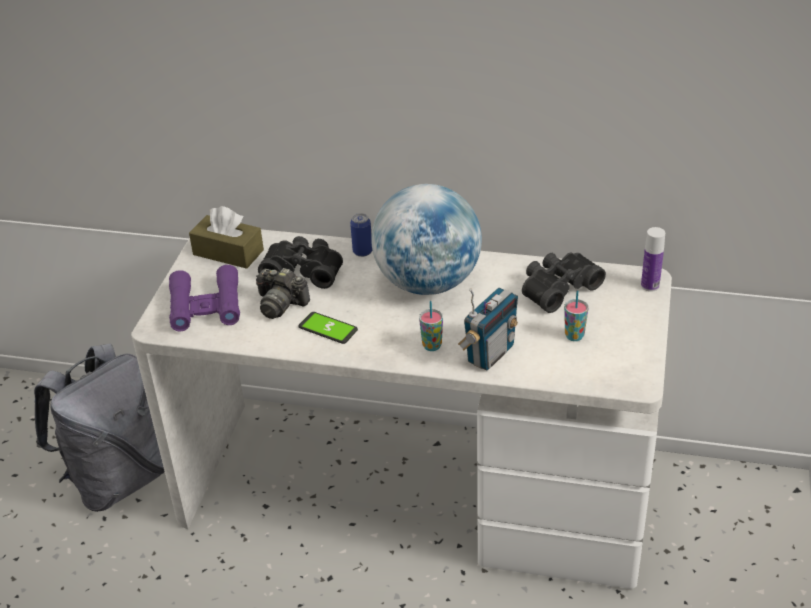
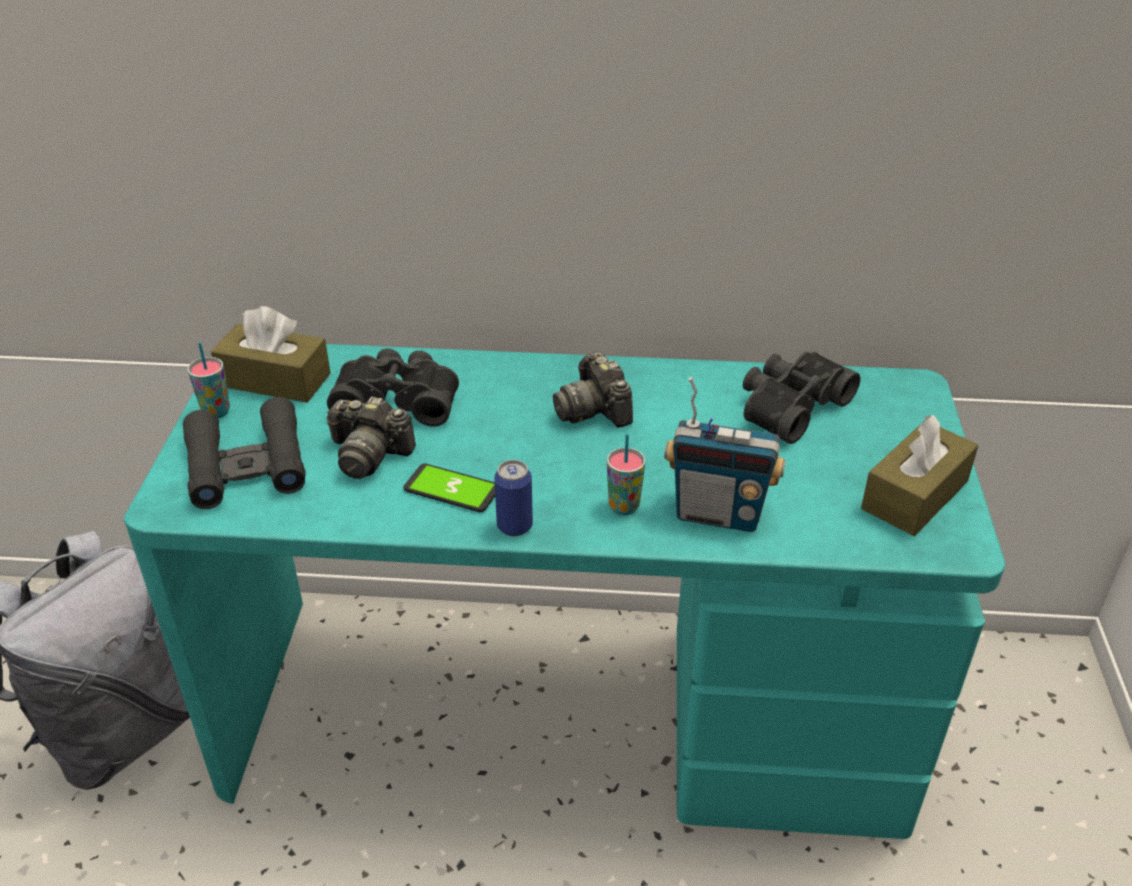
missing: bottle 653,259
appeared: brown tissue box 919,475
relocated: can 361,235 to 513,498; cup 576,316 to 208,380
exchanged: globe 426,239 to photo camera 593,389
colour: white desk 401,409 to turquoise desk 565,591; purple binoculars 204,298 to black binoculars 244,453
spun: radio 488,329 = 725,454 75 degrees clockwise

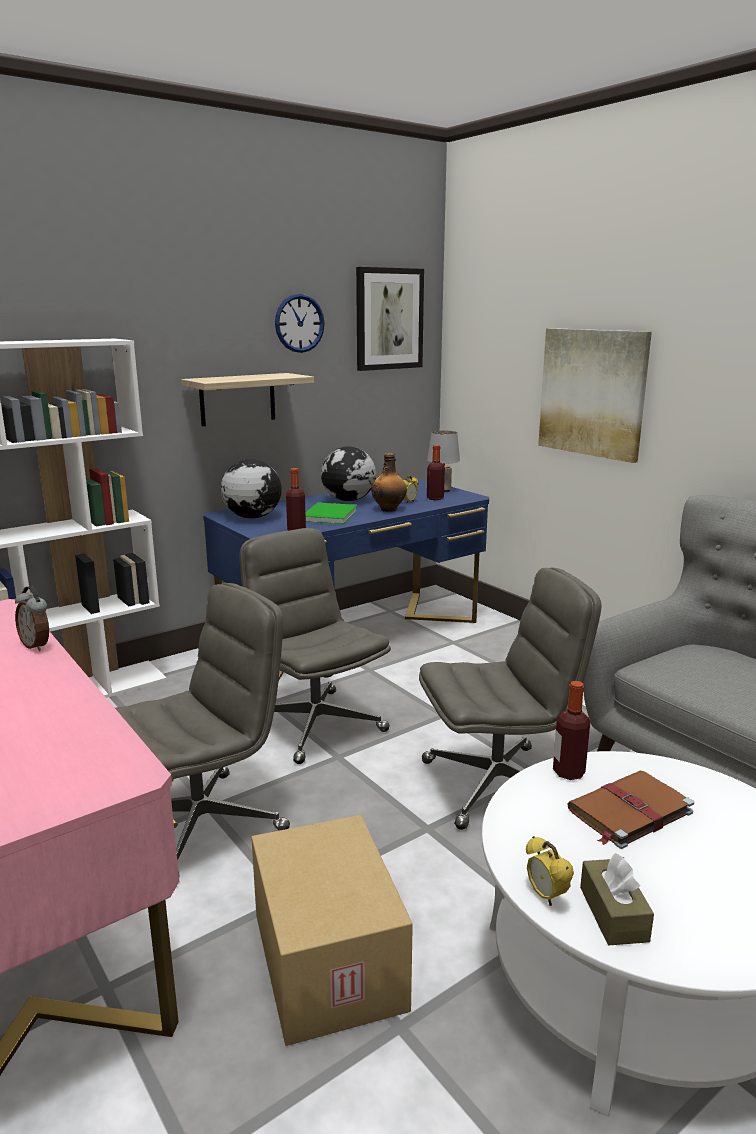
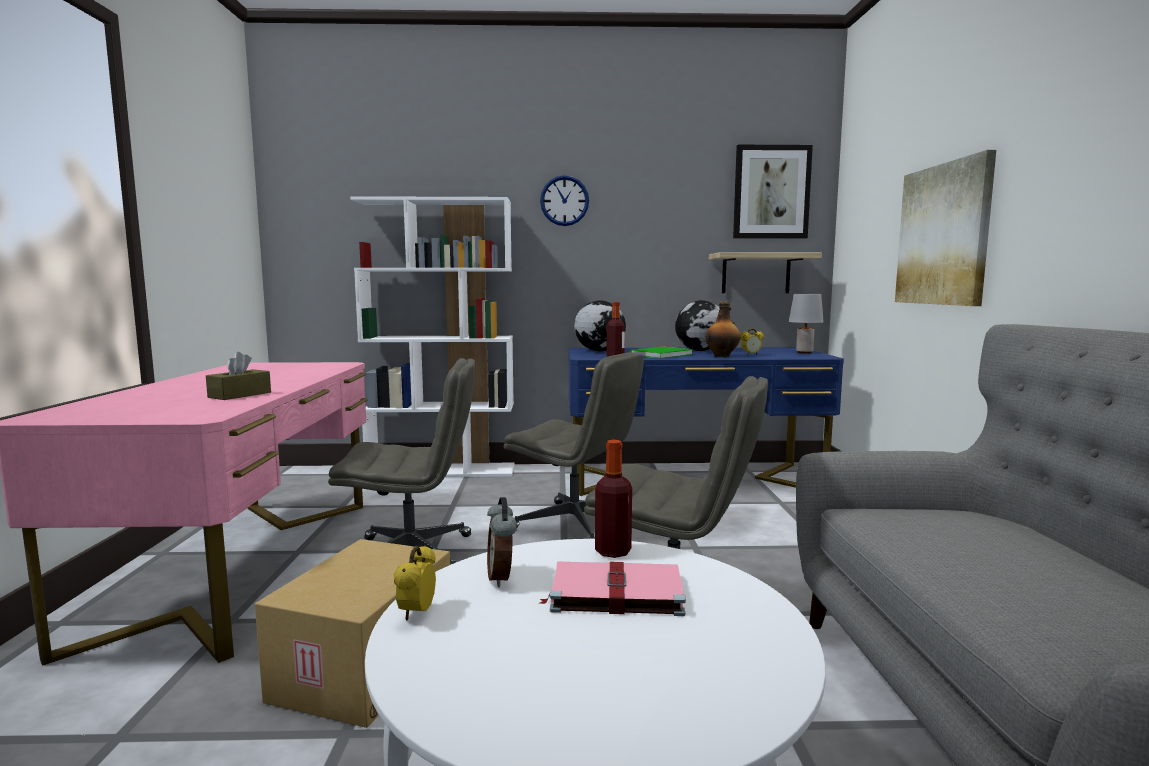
missing: bottle 436,472
relocated: alarm clock 32,618 to 502,542; shelf 247,399 to 765,272; wall clock 300,323 to 564,200; brown tissue box 617,899 to 238,376
colour: brown book 631,810 to pink book 612,588
spun: grey office chair 315,646 = 574,445 120 degrees clockwise

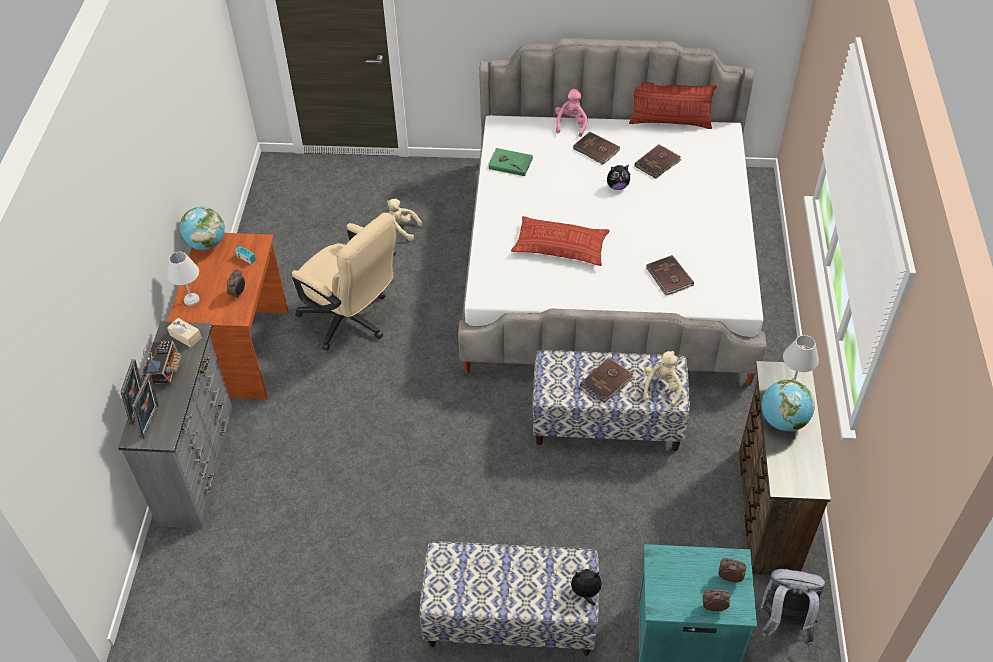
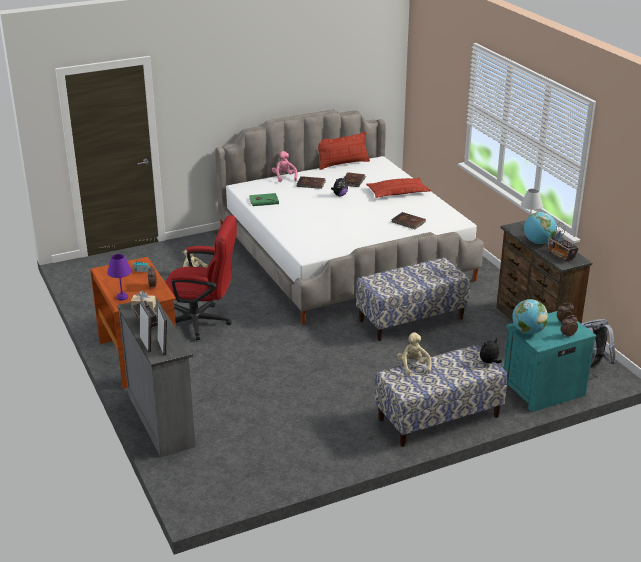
missing: brown book 607,380
appeared: radio 563,241
relocated: globe 202,228 to 530,316; pillow 560,241 to 398,188; beige plush toy 662,379 to 414,354
colour: white table lamp 183,279 to purple table lamp 119,277; beige office chair 344,282 to red office chair 201,277

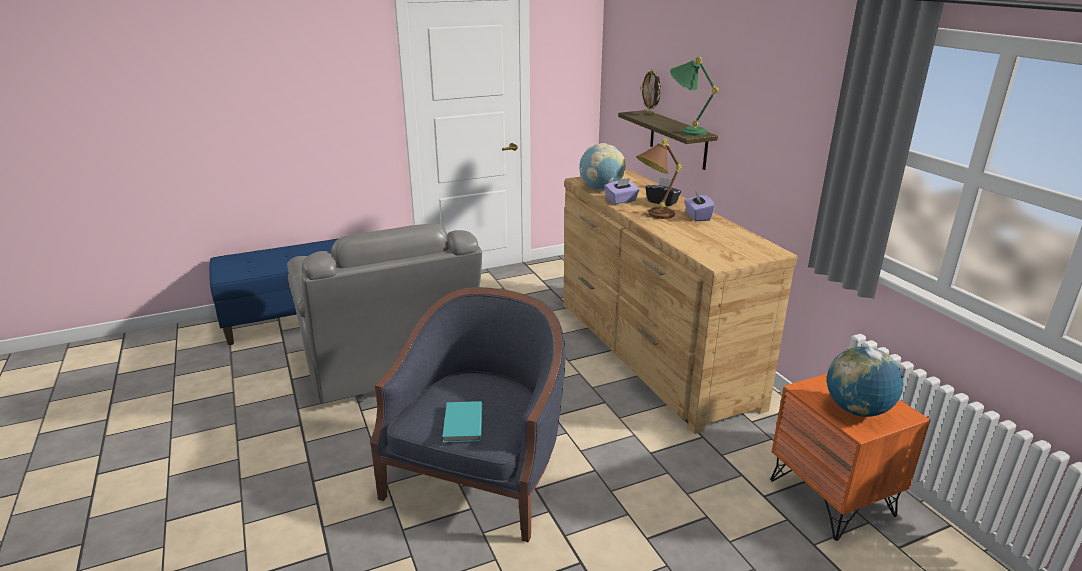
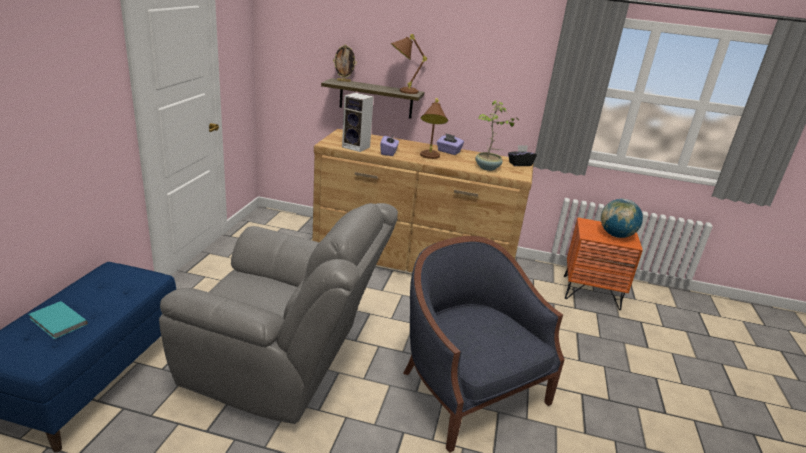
appeared: potted plant 497,135
relocated: turquoise book 463,421 to 58,320; black tissue box 663,191 to 522,155
exchanged: globe 602,167 to speaker 358,122
colour: green table lamp 694,96 to brown table lamp 409,64

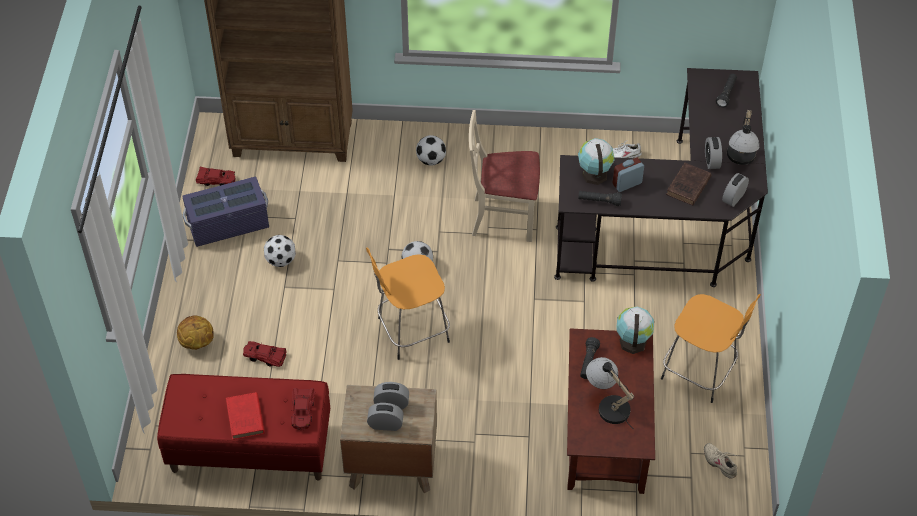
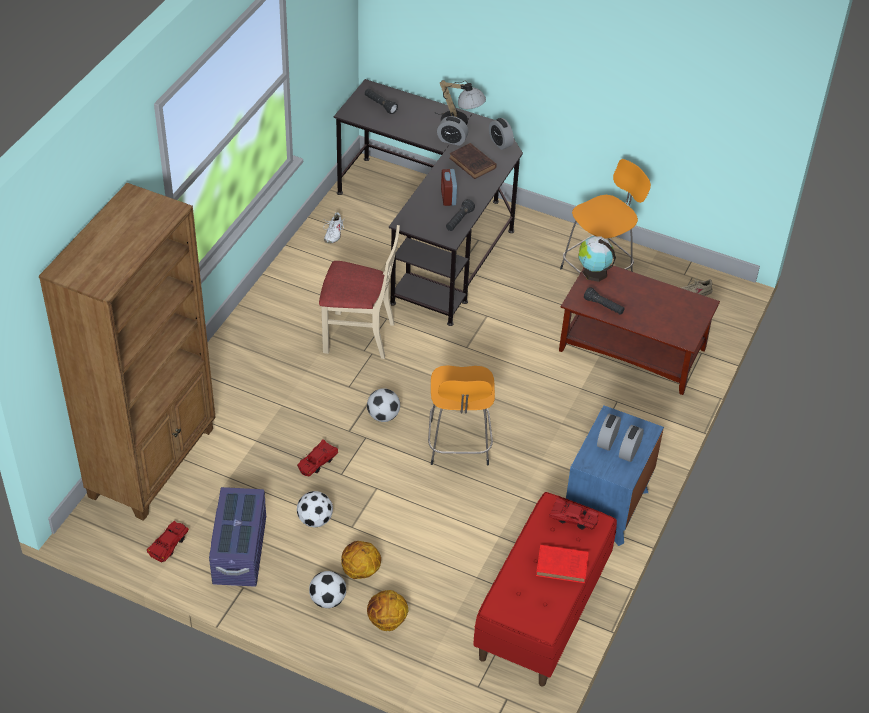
missing: globe 596,161; table lamp 610,393
appeared: basketball 361,560
relocated: red toy car 265,354 to 317,458; football 431,150 to 327,589
colour: brown nightstand 388,439 to blue nightstand 615,475
spun: beige chair 504,176 = 359,292 105 degrees counterclockwise

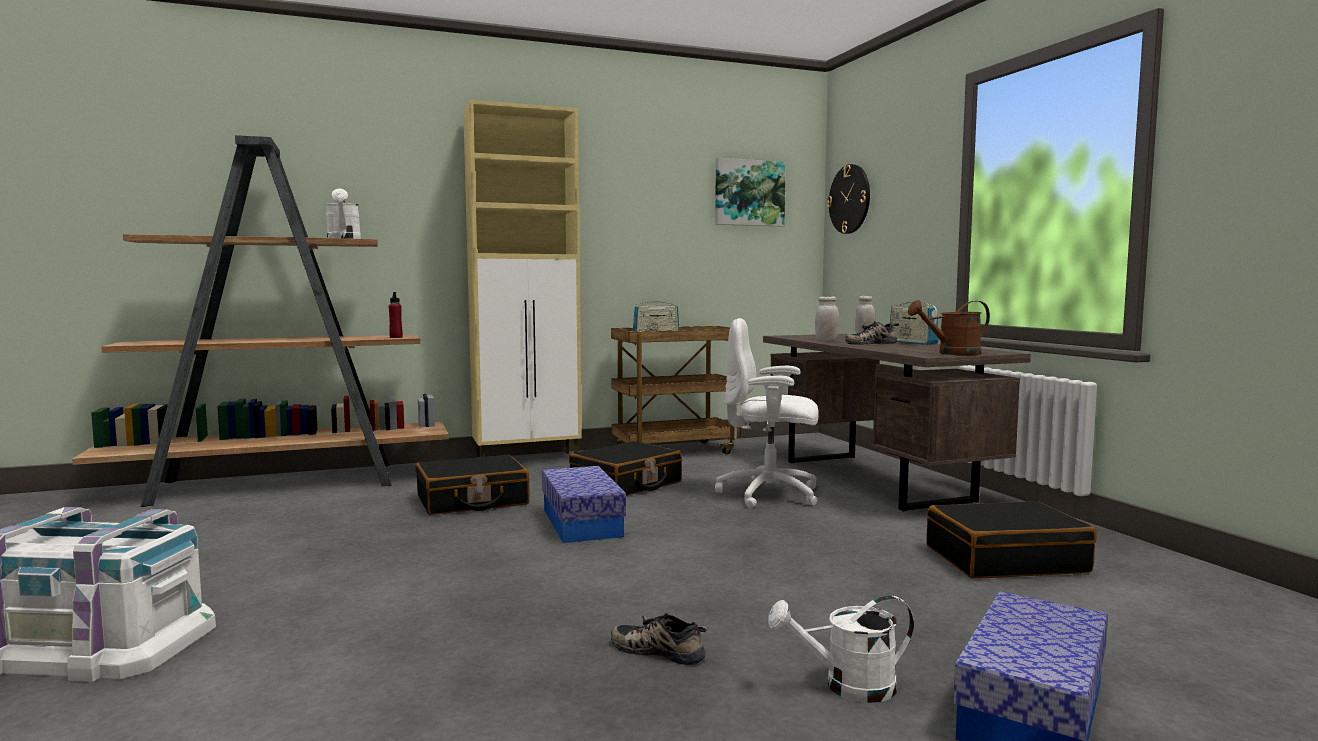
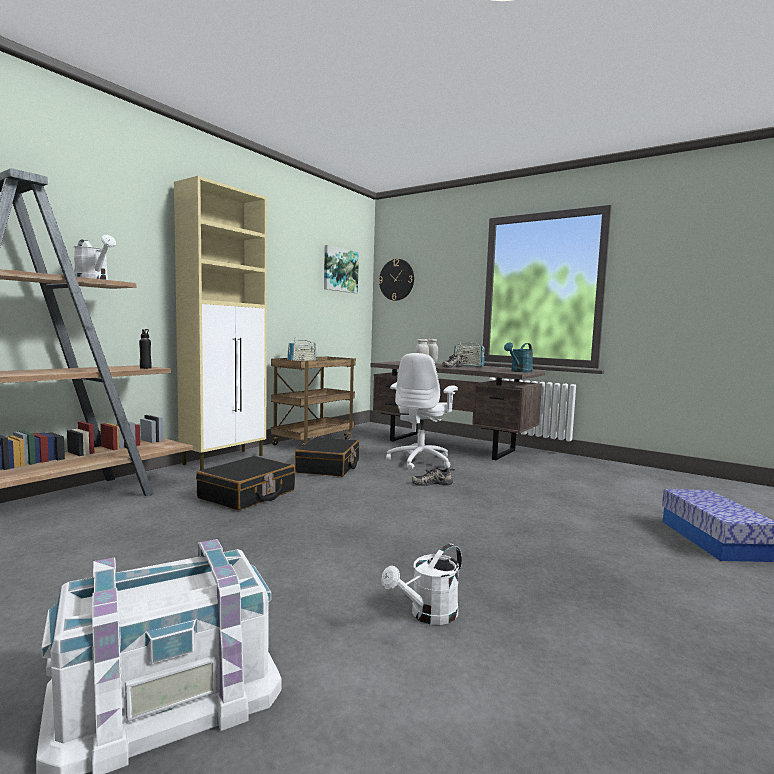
missing: storage box 584,504; black suitcase 1011,540
relocated: shoe 659,639 to 433,476; white watering can 841,649 to 421,584
colour: red bottle 396,315 to black bottle 145,349; brown watering can 949,327 to turquoise watering can 518,357
spun: white office chair 767,413 = 422,411 45 degrees counterclockwise

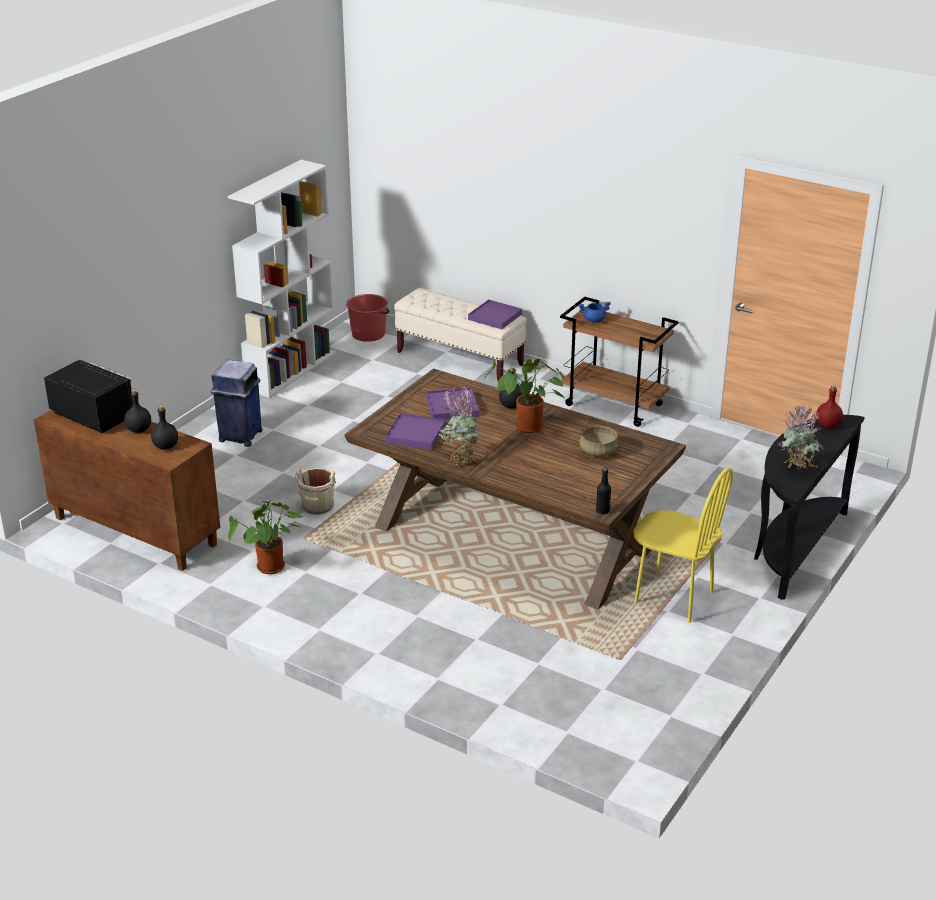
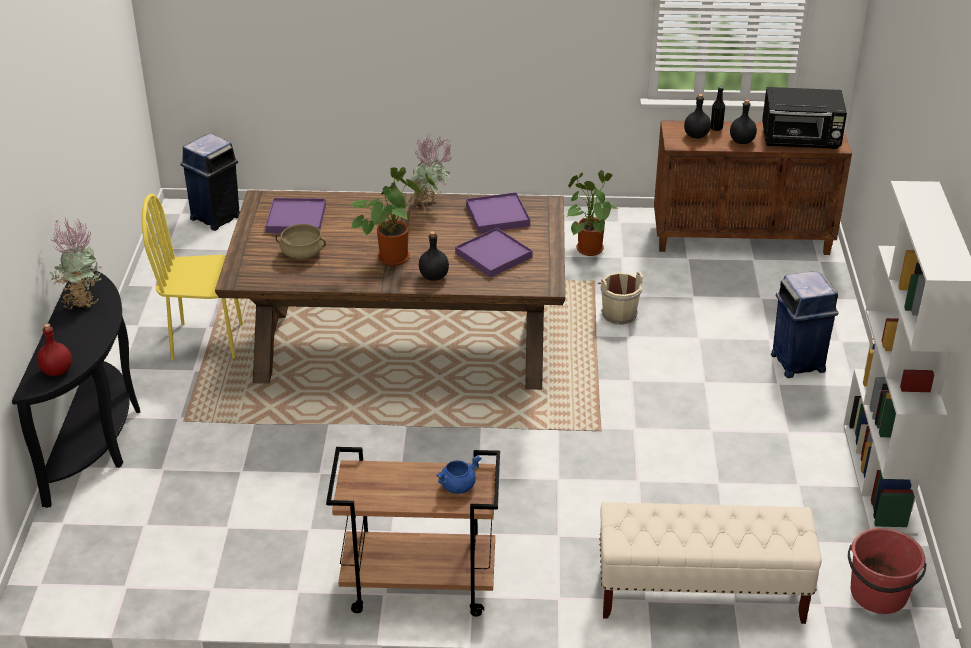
appeared: blue trash can 210,182
relocated: purple tray 495,314 to 295,215; black bottle 603,491 to 717,108

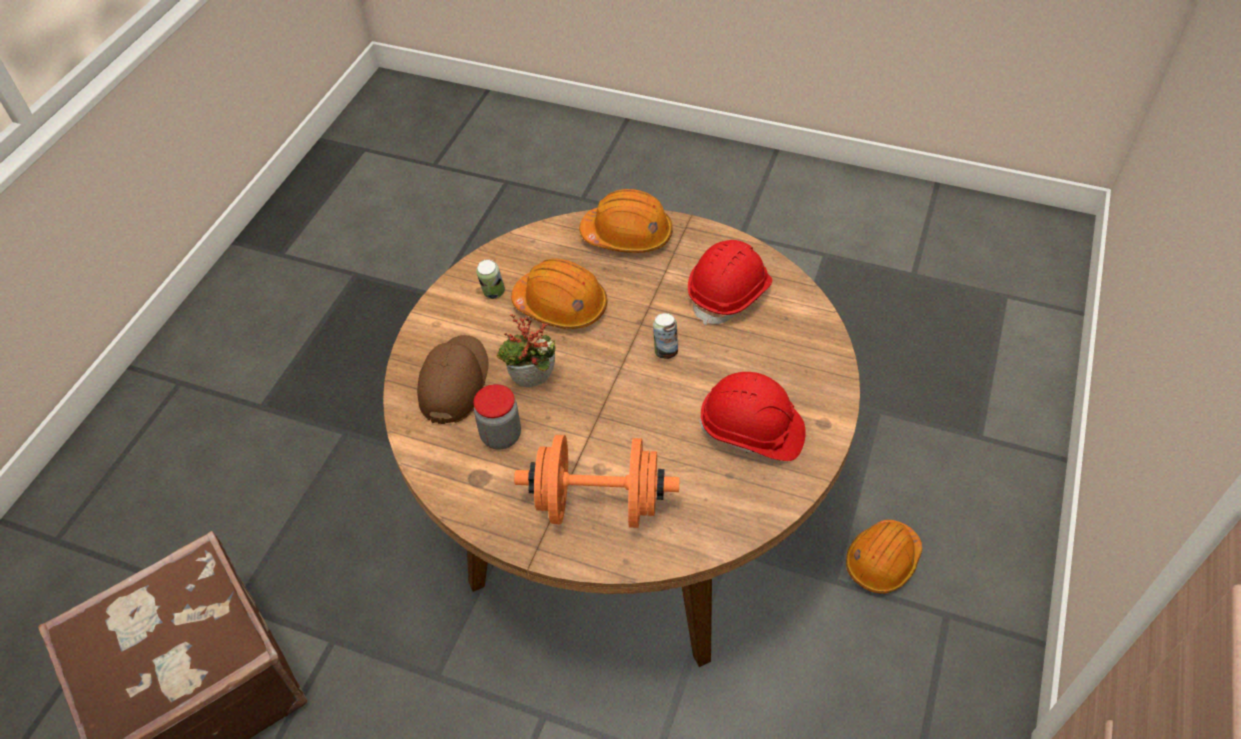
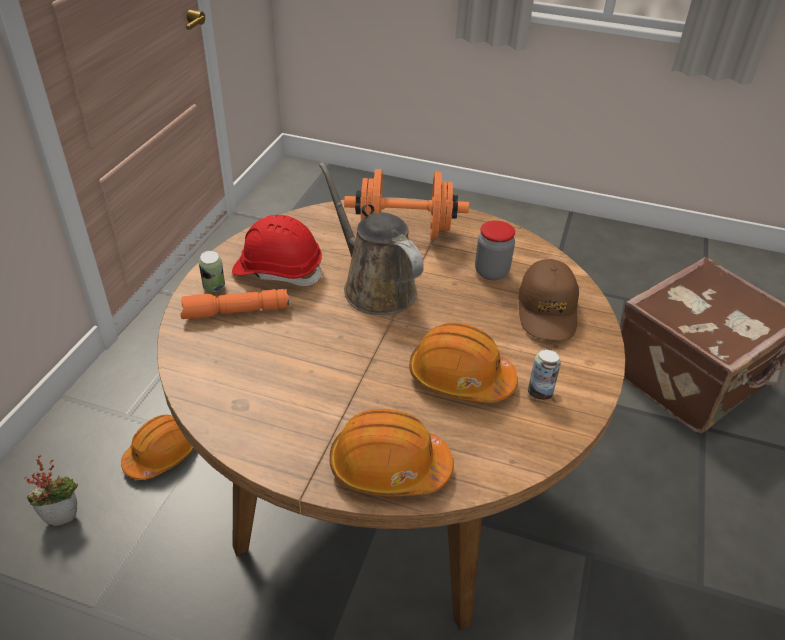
missing: red hard hat 730,283
appeared: orange flashlight 235,304; brown watering can 371,238
relocated: potted plant 526,350 to 51,490; can 665,336 to 212,271

